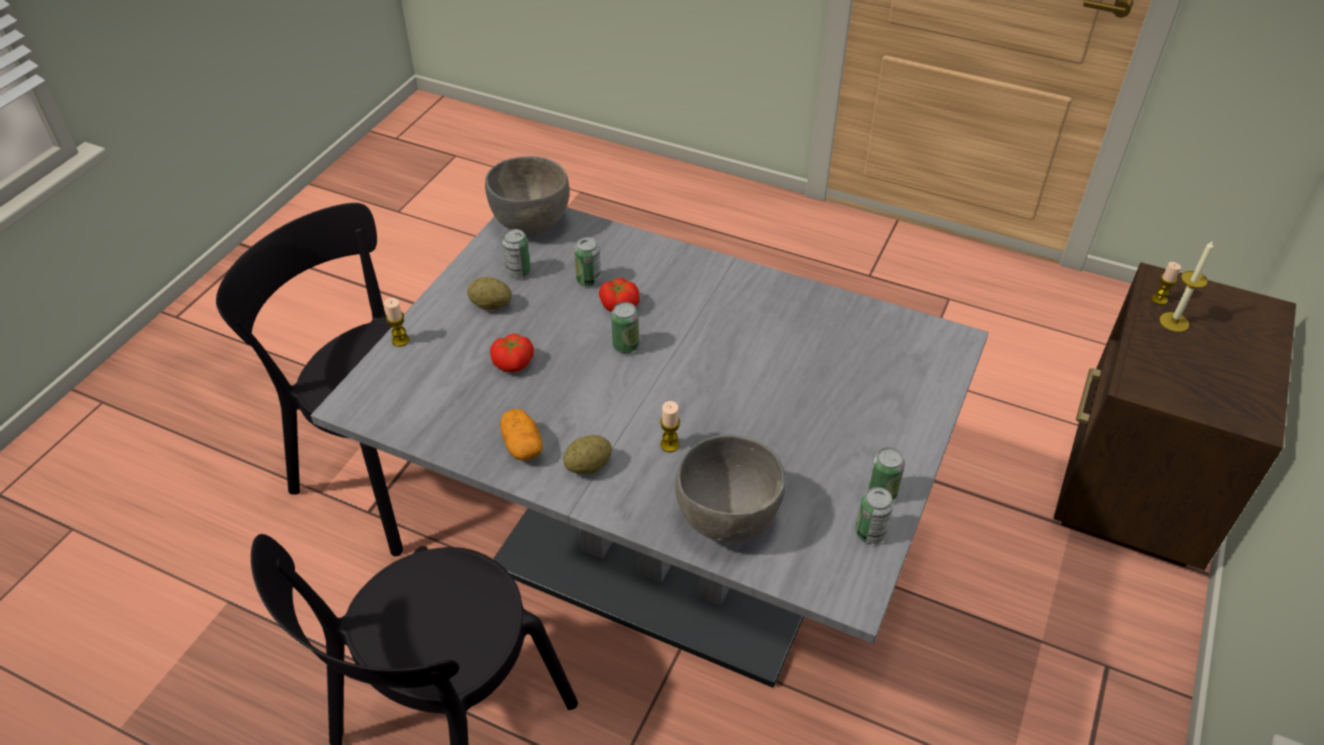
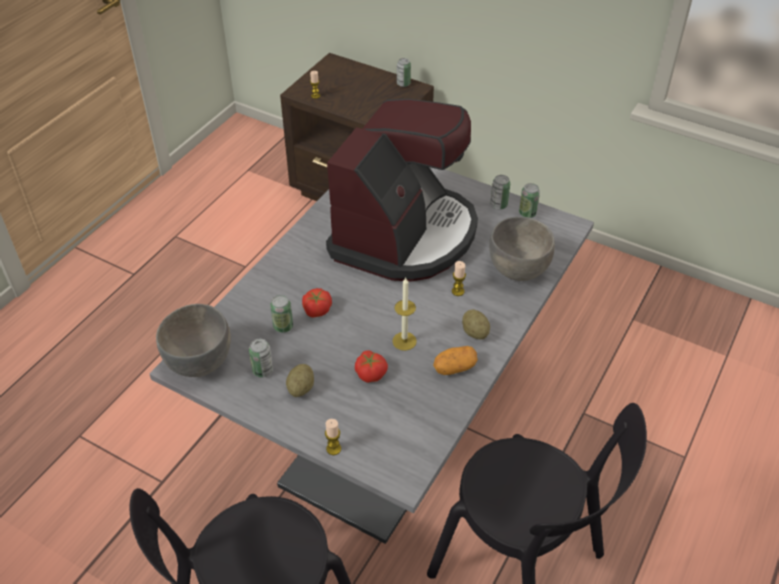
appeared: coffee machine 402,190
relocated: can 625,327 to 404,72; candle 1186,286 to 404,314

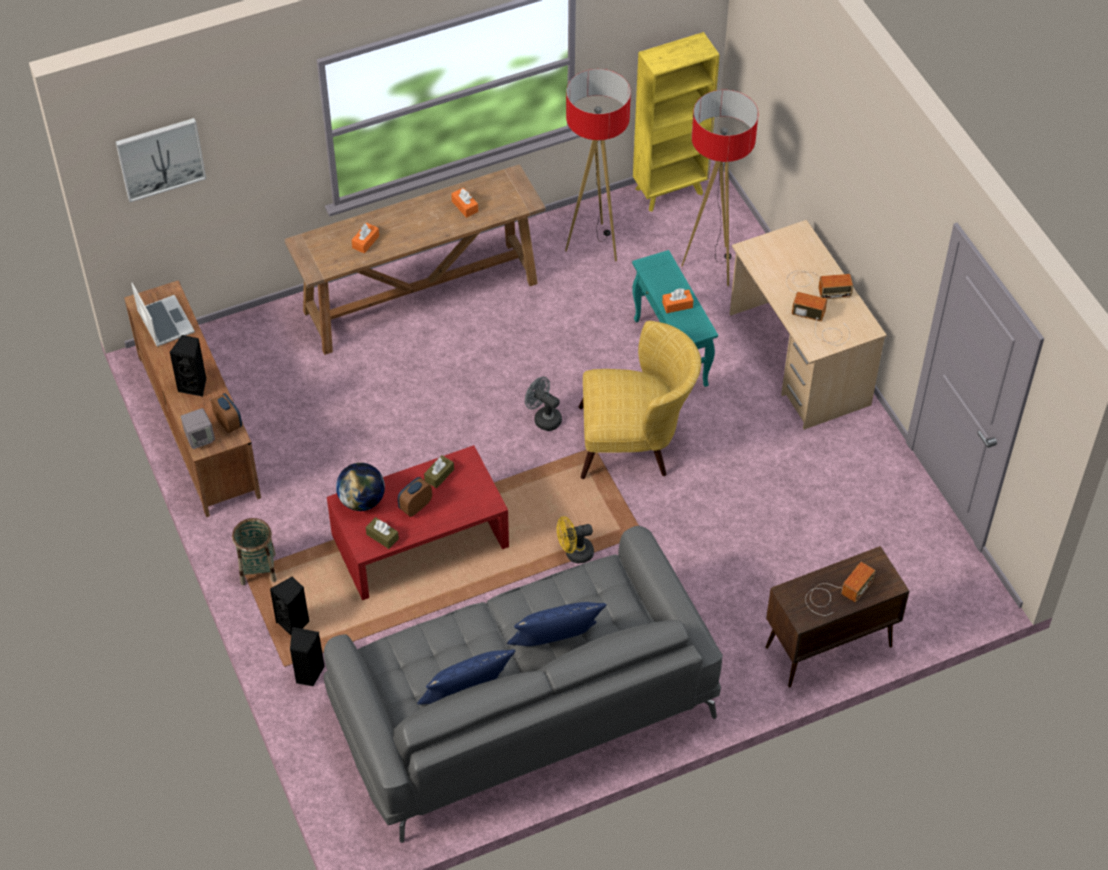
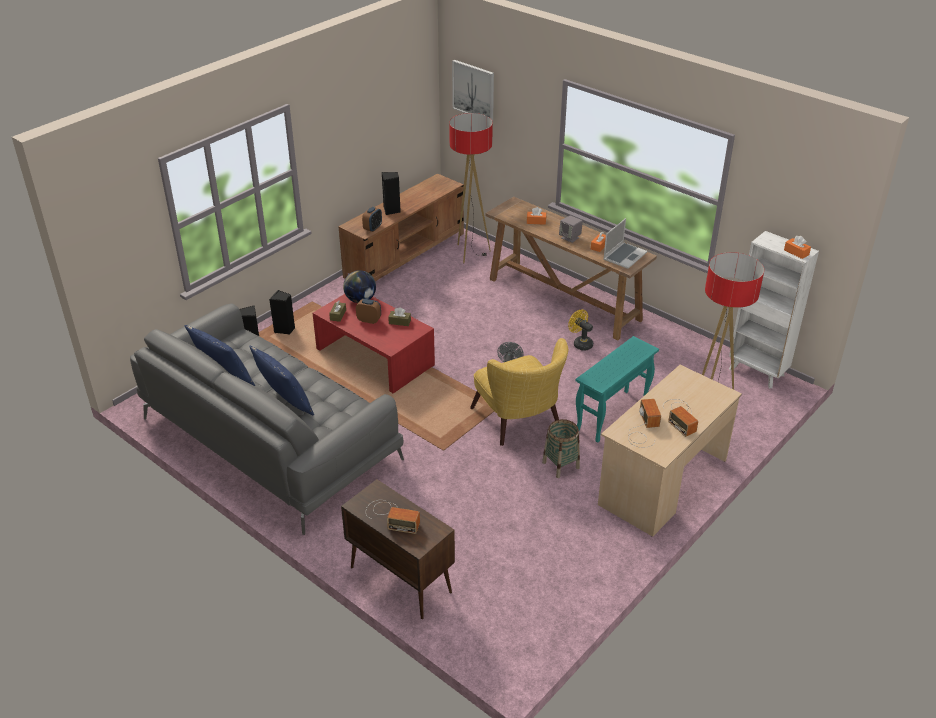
relocated: laptop 163,315 to 625,243; grey speaker 198,428 to 571,229; basket 254,551 to 561,448; yellow fan 575,540 to 580,330; floor lamp 598,165 to 471,188; orange tissue box 678,300 to 797,247
colour: yellow bookcase 676,122 to white bookcase 774,309

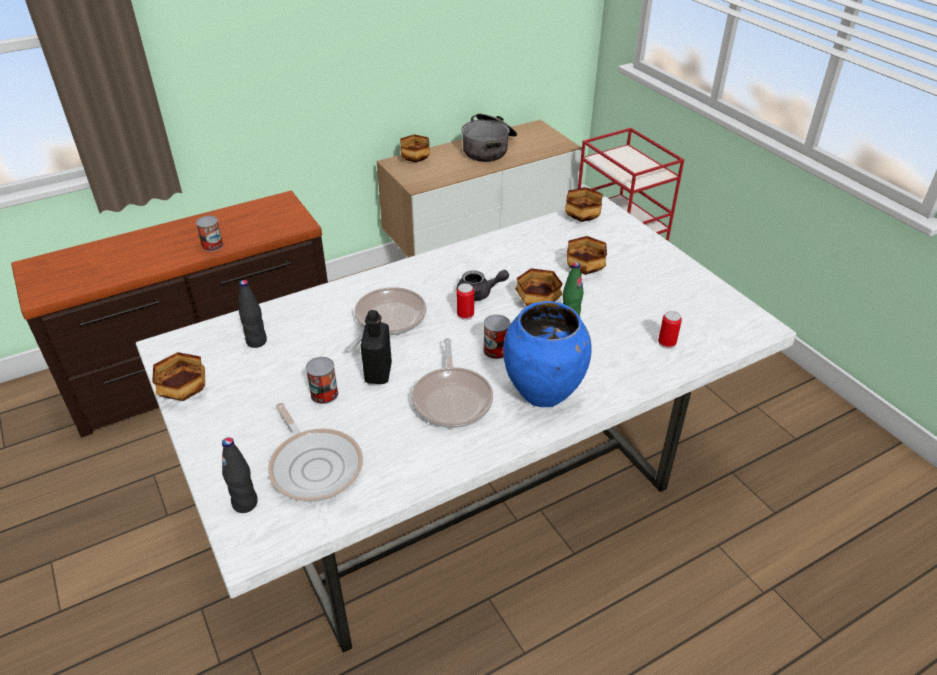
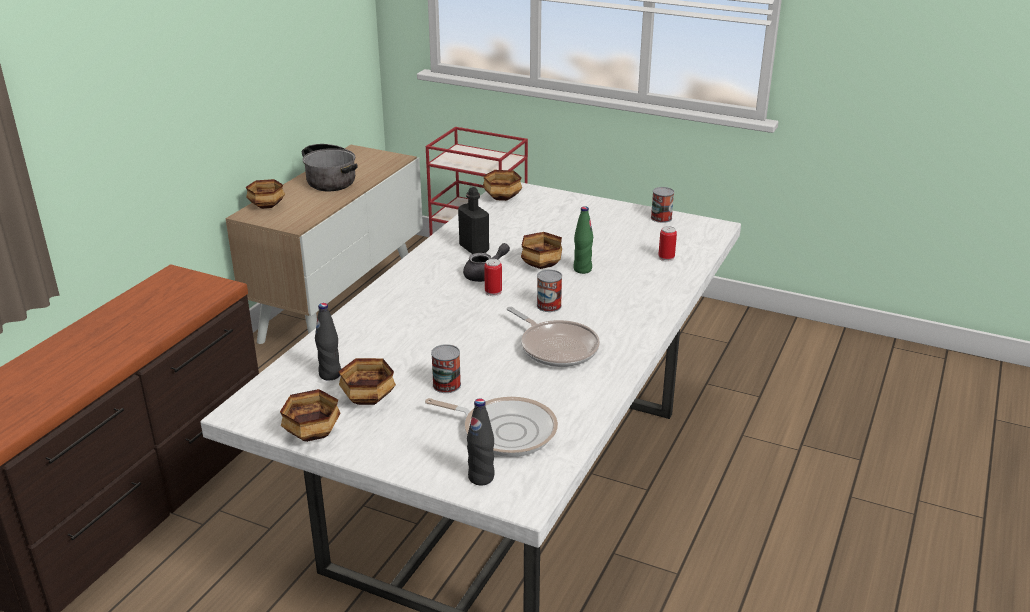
missing: frying pan 386,319; blue vase 547,354
relocated: can 209,233 to 662,205; black bottle 376,347 to 473,220; bowl 587,255 to 367,381

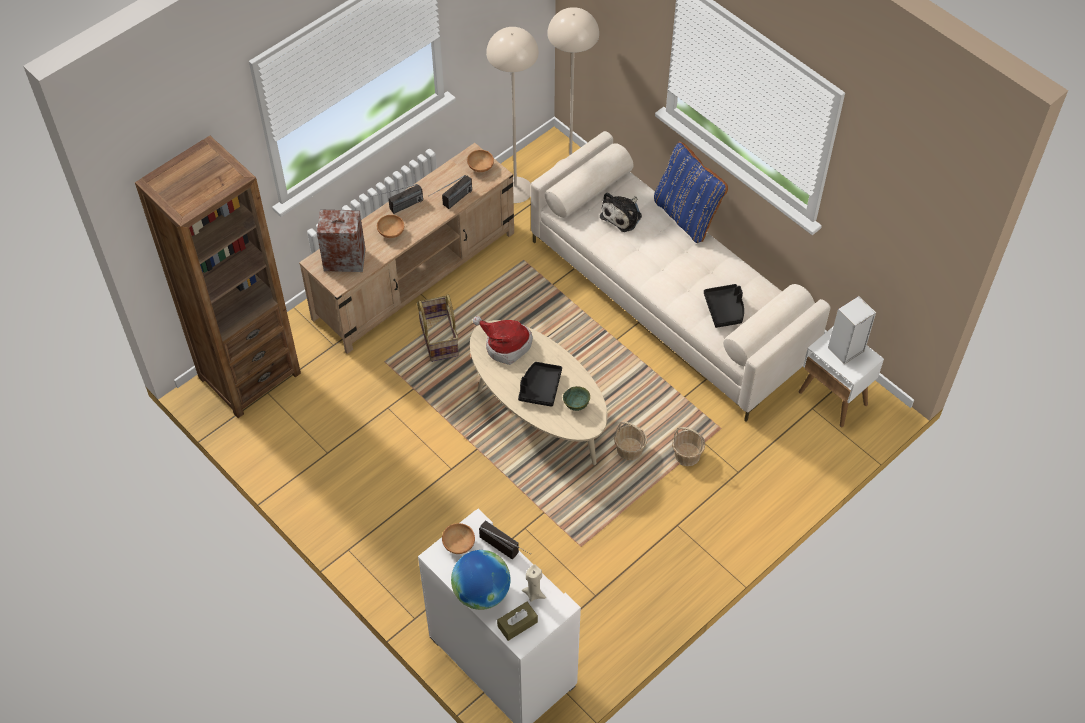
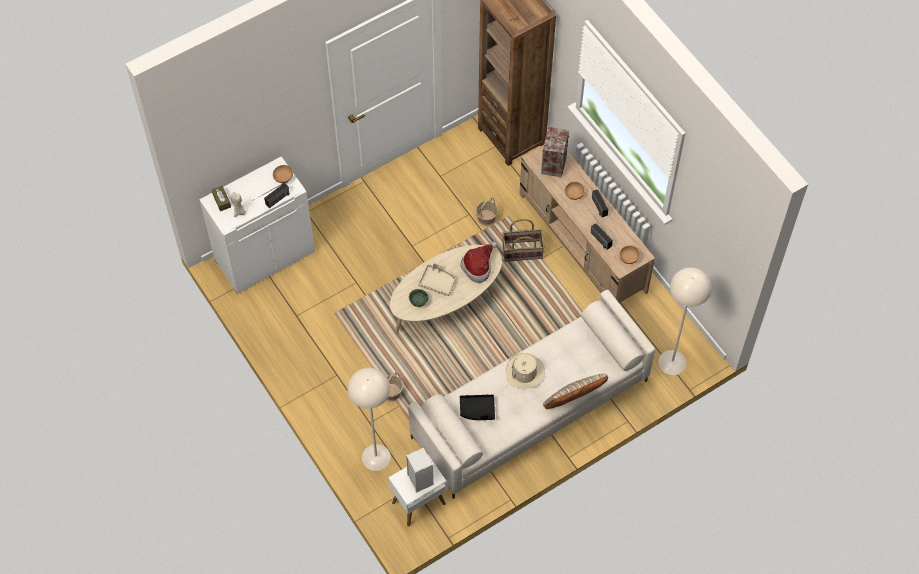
missing: globe 481,580; plush toy 621,212
appeared: beige hat 525,370
relocated: beige floor lamp 512,115 to 369,419; basket 630,441 to 487,211
colour: black tray 540,384 to beige tray 437,279; blue pillow 691,192 to beige pillow 575,391

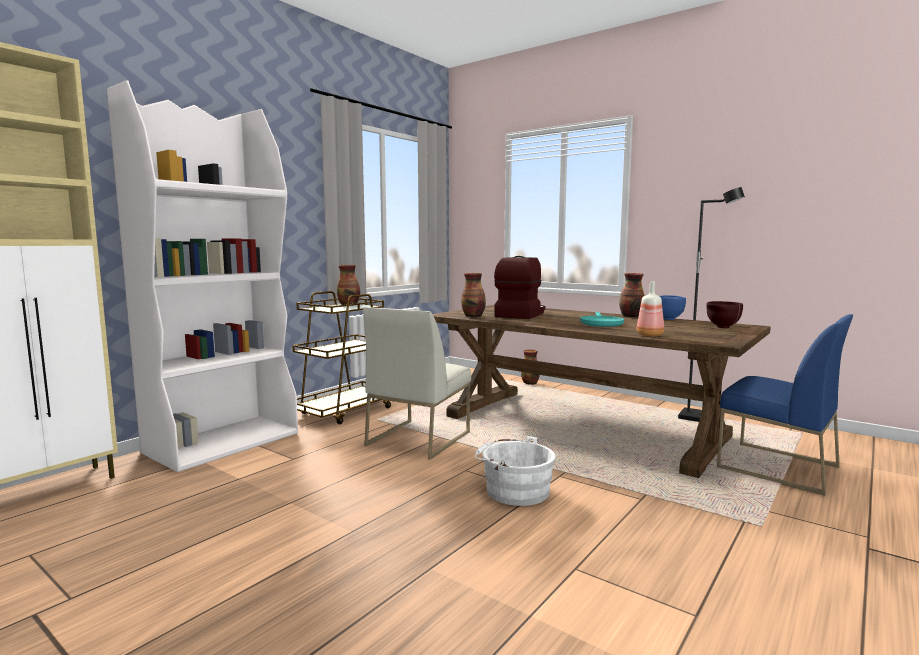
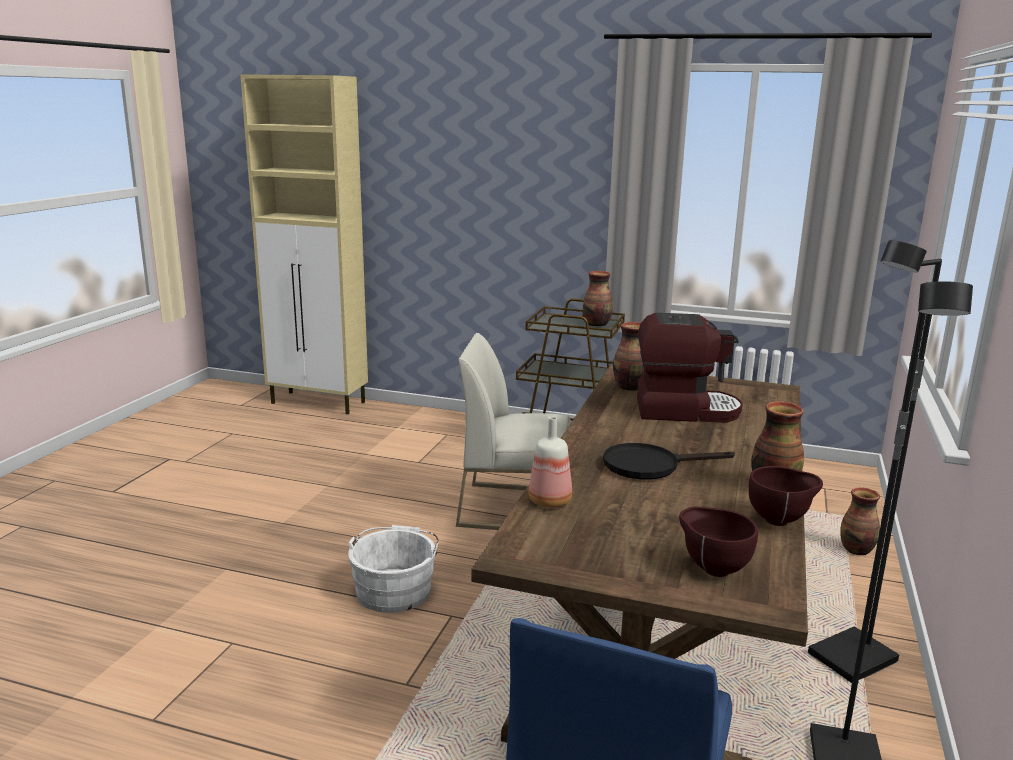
missing: white bookcase 202,276
appeared: black floor lamp 875,461
colour: turquoise frying pan 602,319 to black frying pan 669,461; blue bowl 672,307 to brown bowl 786,496

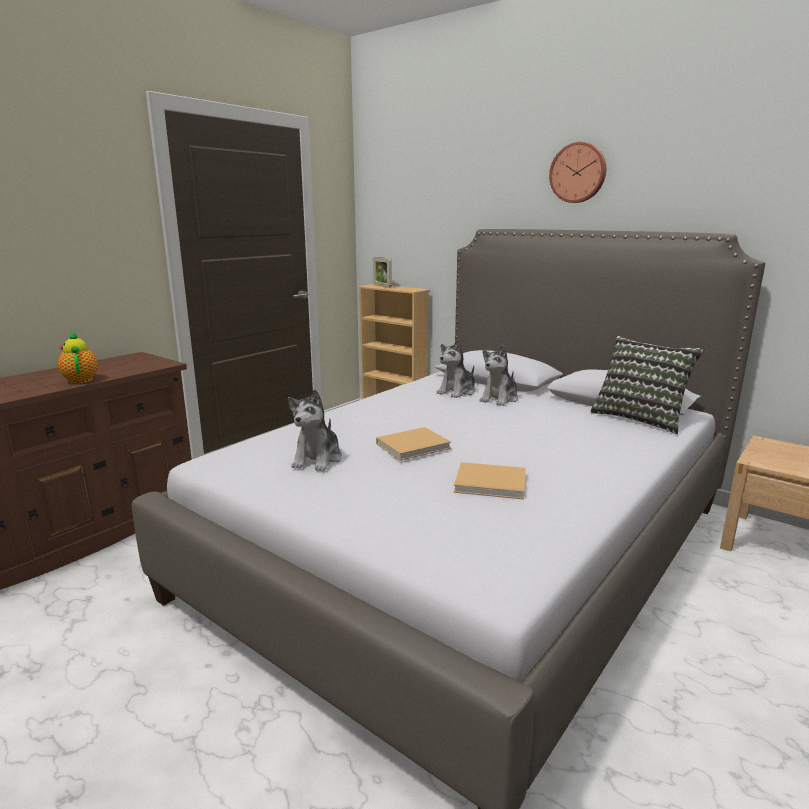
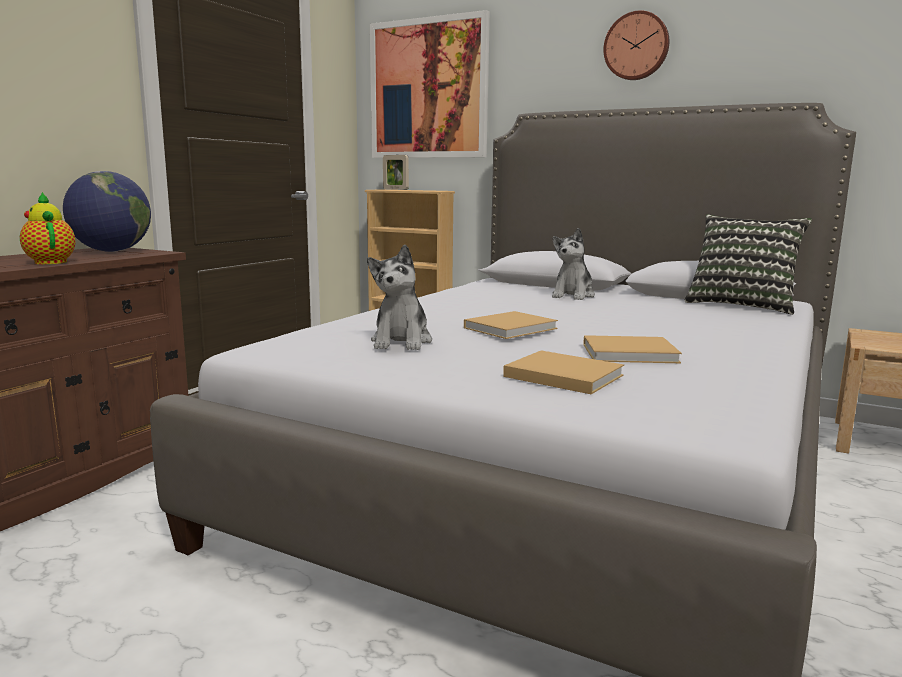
missing: plush toy 456,369
appeared: globe 107,211; picture 430,84; beige book 563,372

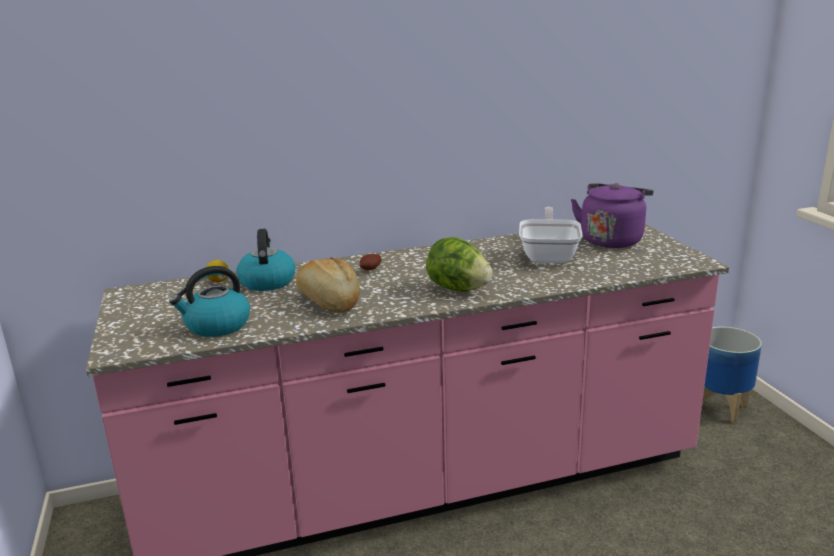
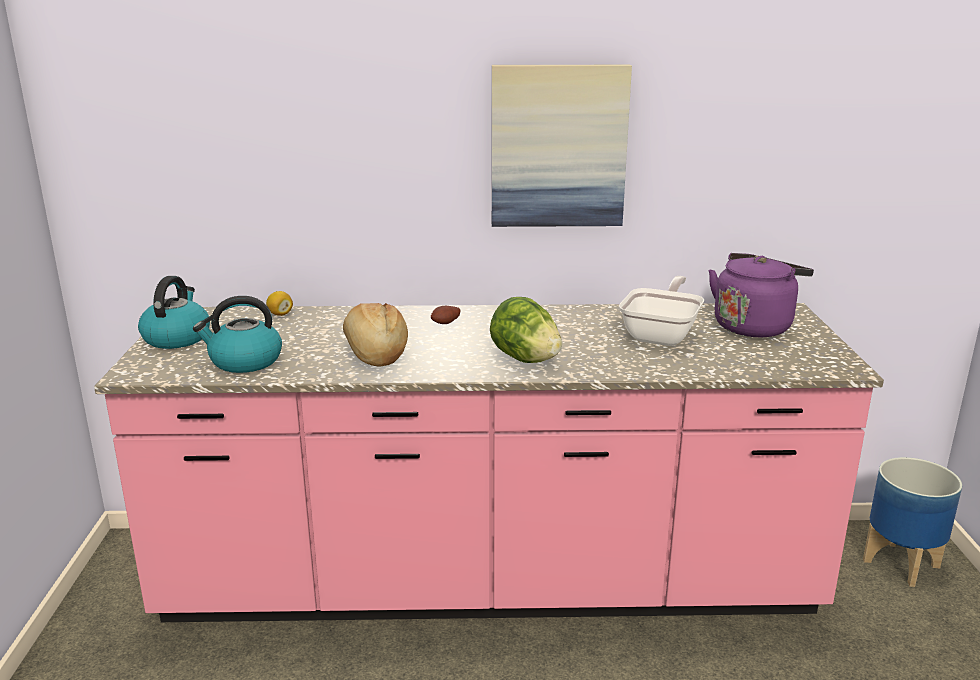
appeared: picture 562,146
relocated: kettle 266,260 to 174,312

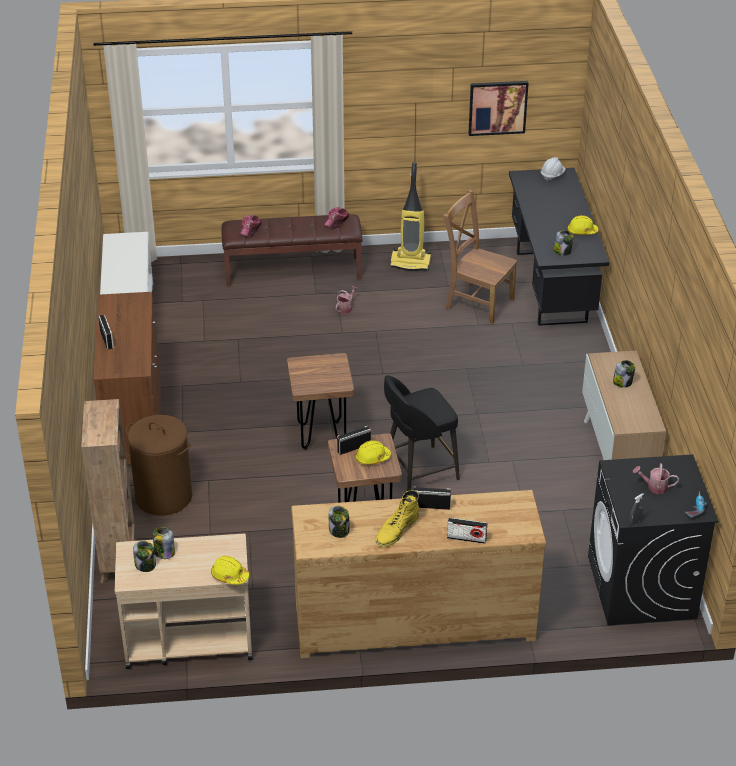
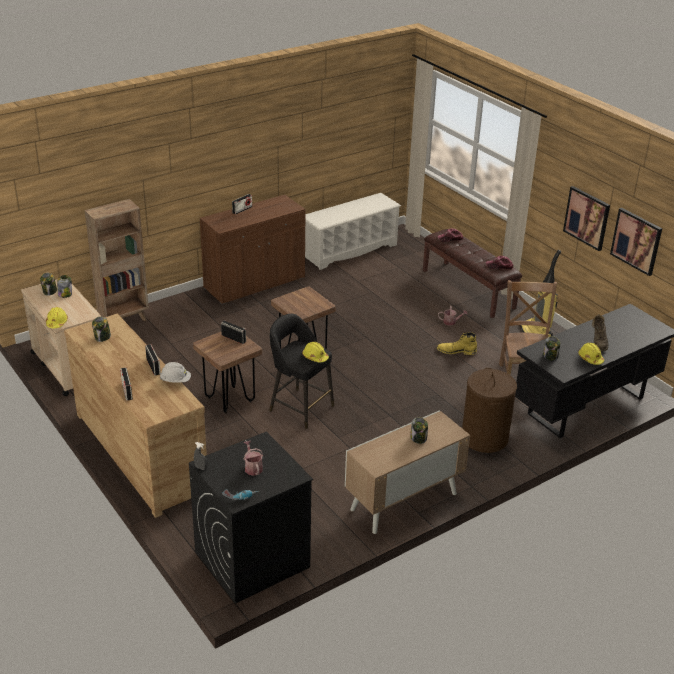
appeared: picture 586,218; brown boot 600,333
relocated: brown laundry basket 159,465 to 489,410; yellow hard hat 373,452 to 315,352; yellow boot 397,518 to 457,343; white hard hat 553,169 to 175,372

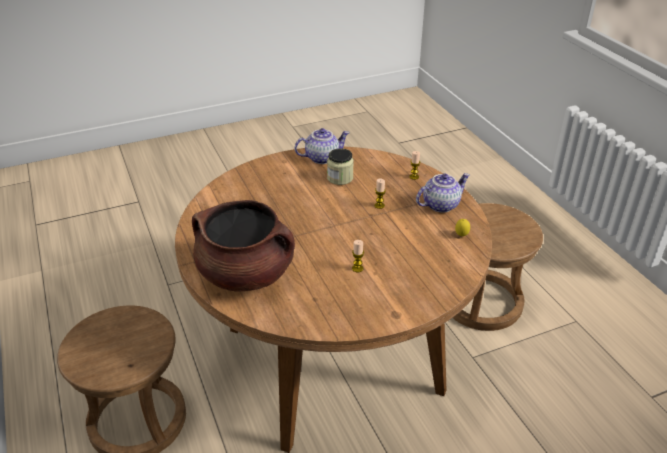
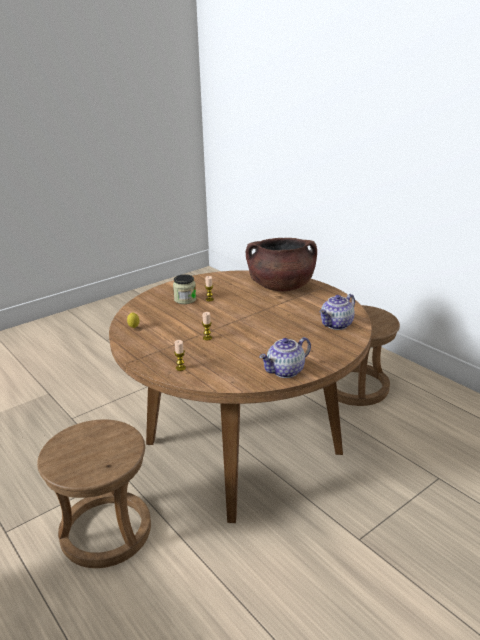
relocated: jar 340,166 to 184,289; teapot 443,193 to 337,312

